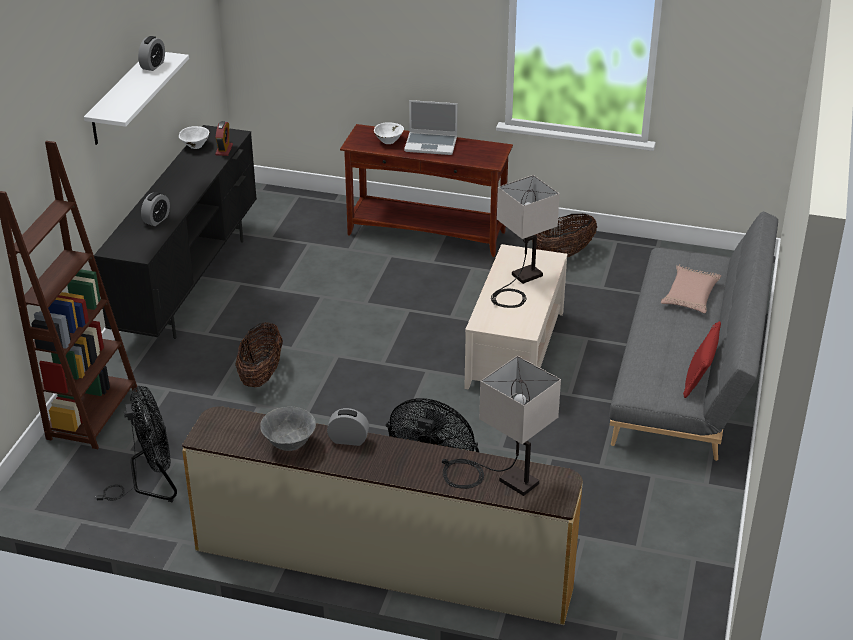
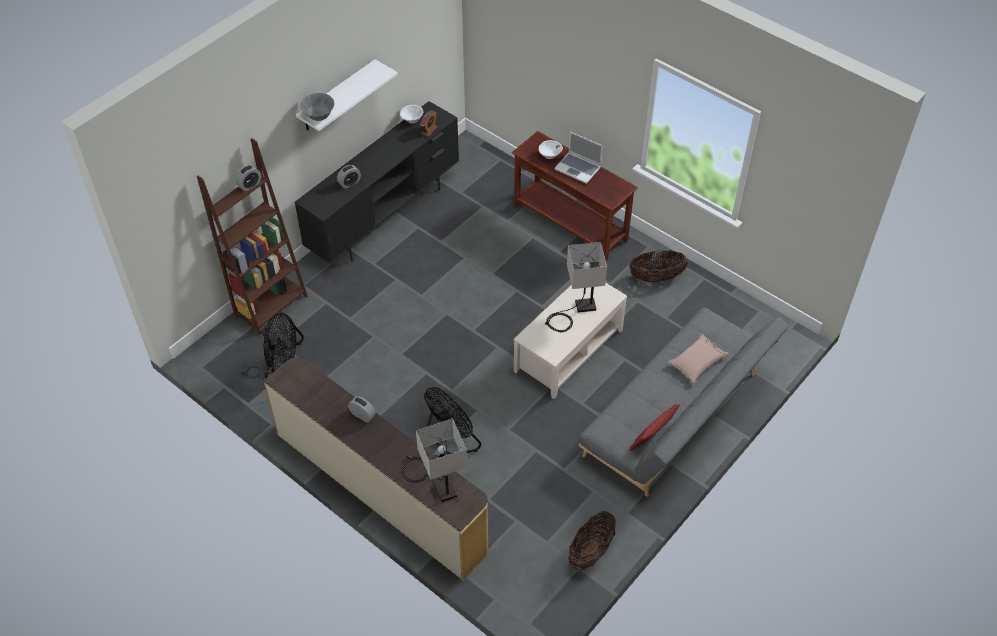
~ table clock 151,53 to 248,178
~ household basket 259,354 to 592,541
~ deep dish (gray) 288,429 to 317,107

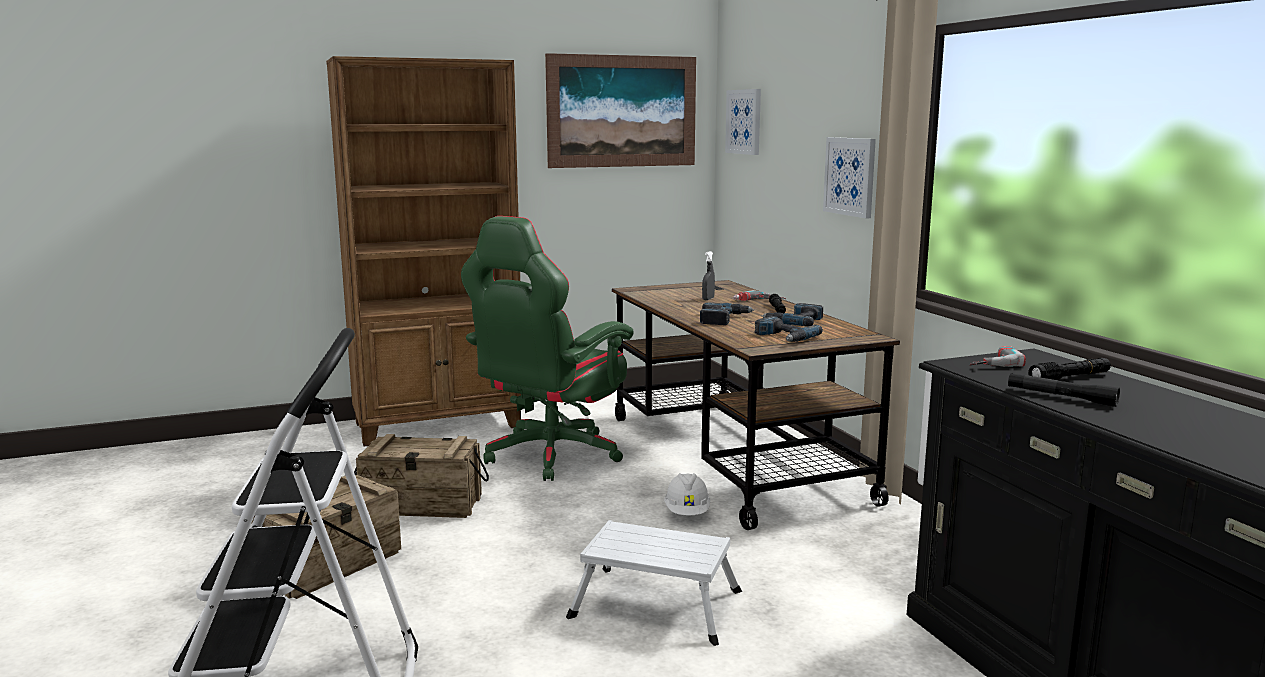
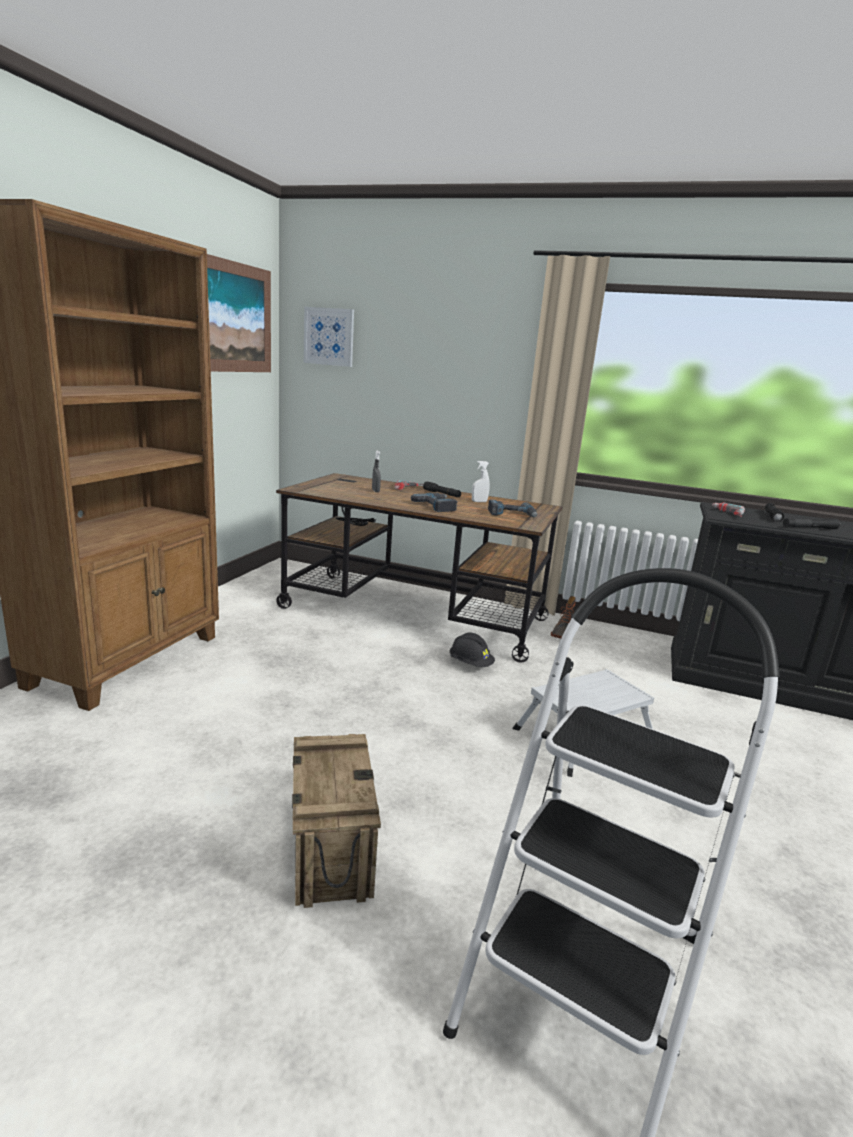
- packing crate 421,476
- desk chair (green-coloured) 547,348
- wall picture 849,177
+ tall boot 563,617
~ electric drill 792,315 to hand sprayer (white-coloured) 481,481
~ work helmet (white-coloured) 687,494 to work helmet (blackish) 472,649

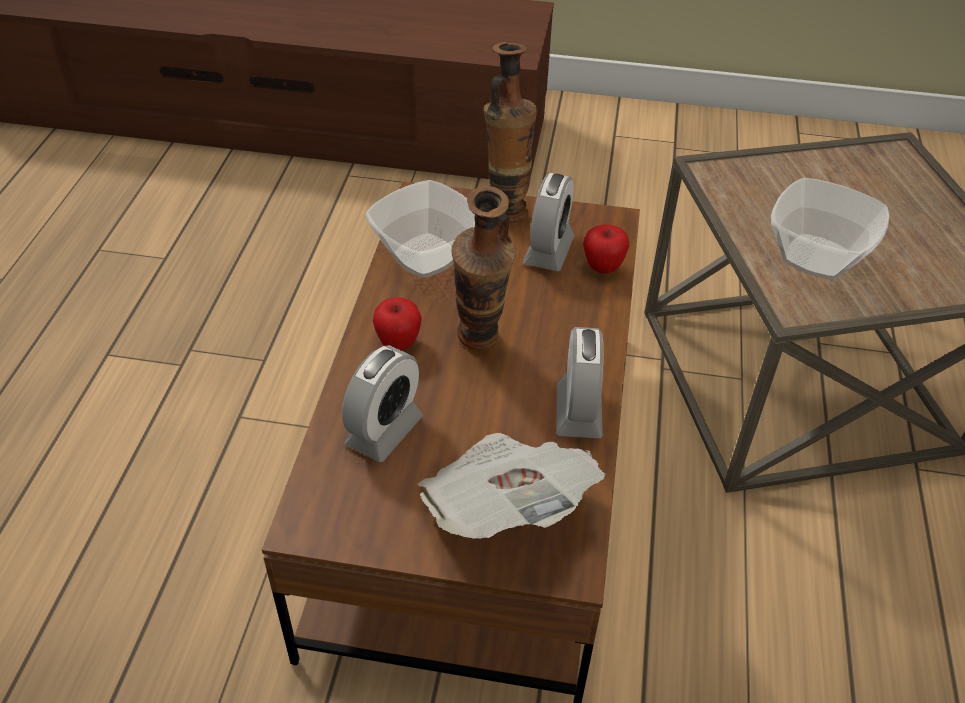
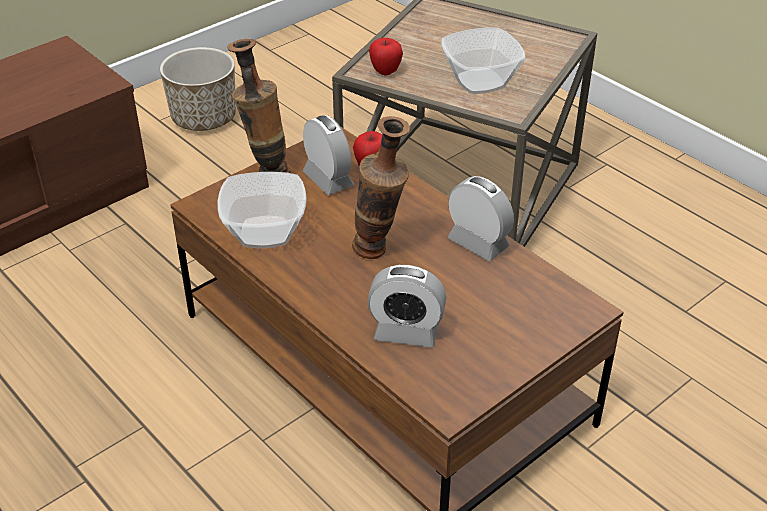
- printed paper 511,486
+ flower pot 198,89
~ apple 397,324 to 386,56
~ table clock 382,403 = 406,306 120 degrees clockwise

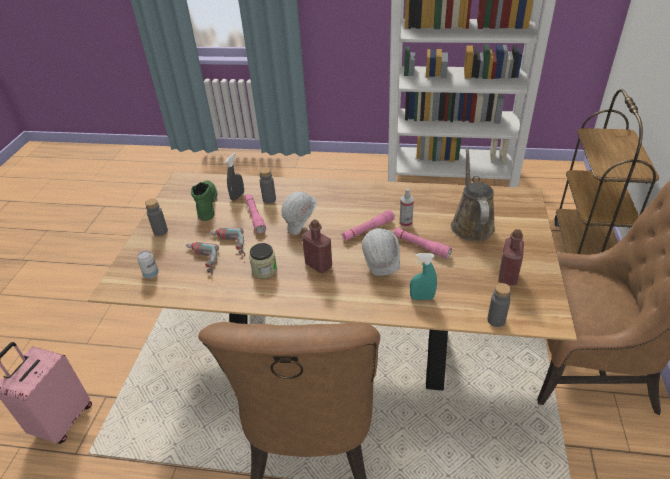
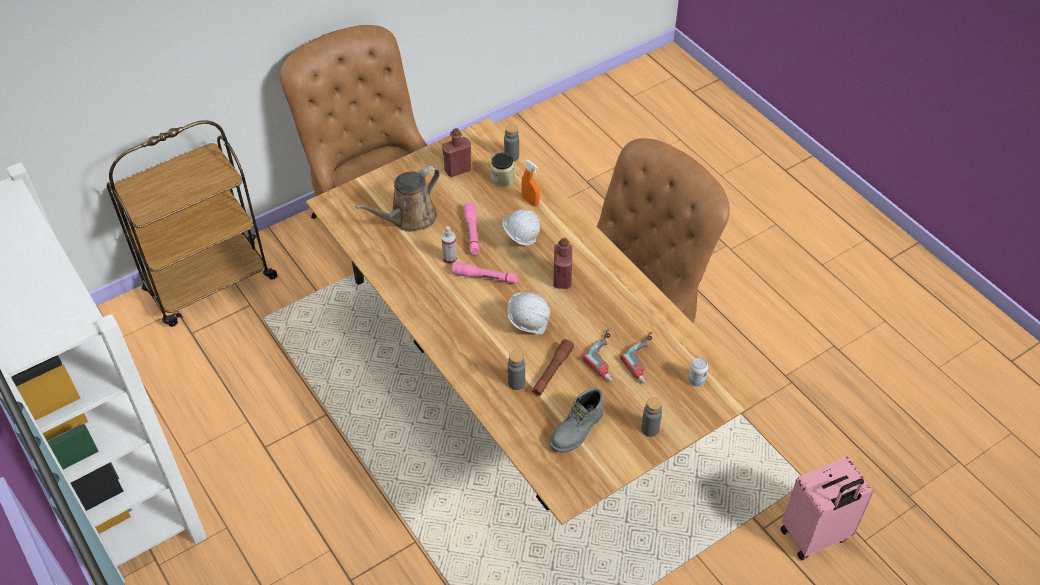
- hand sprayer (gray) 234,177
~ preserve jar 263,261 to 502,169
~ tall boot (green-coloured) 204,201 to tall boot (gray) 576,420
~ torch (pinkish) 255,214 to torch (brown) 553,368
~ hand sprayer (blue-green) 423,276 to hand sprayer (orange-coloured) 530,183

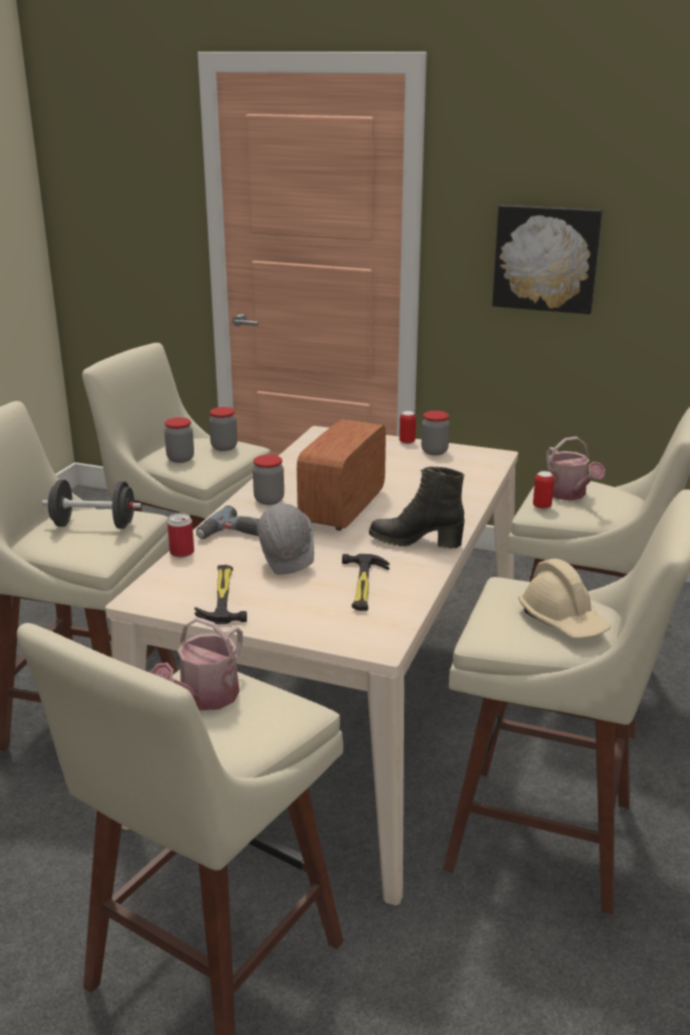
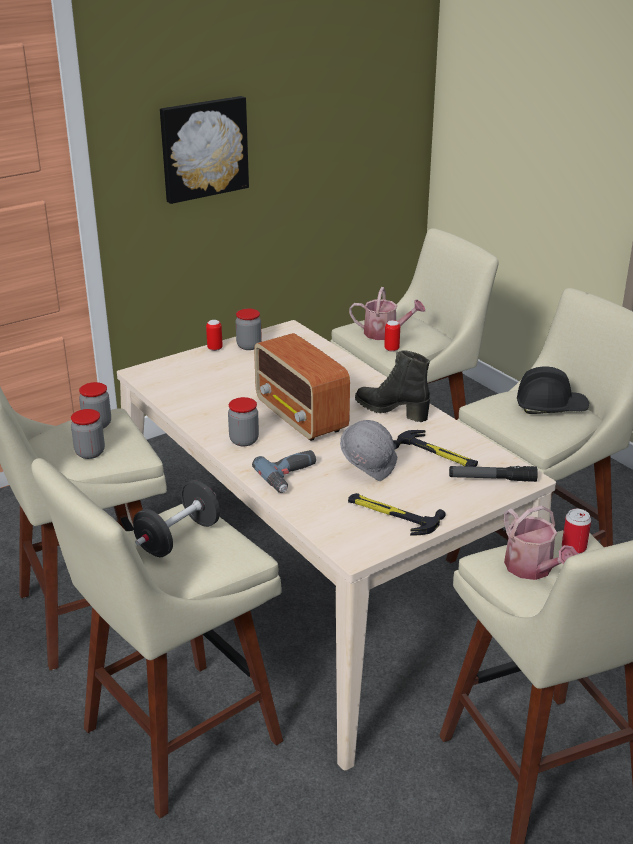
+ torch 493,474
~ can 180,535 to 576,531
~ work helmet (beige) 564,598 to work helmet (blackish) 553,390
~ tall boot (blackish) 416,507 = 392,386 75 degrees clockwise

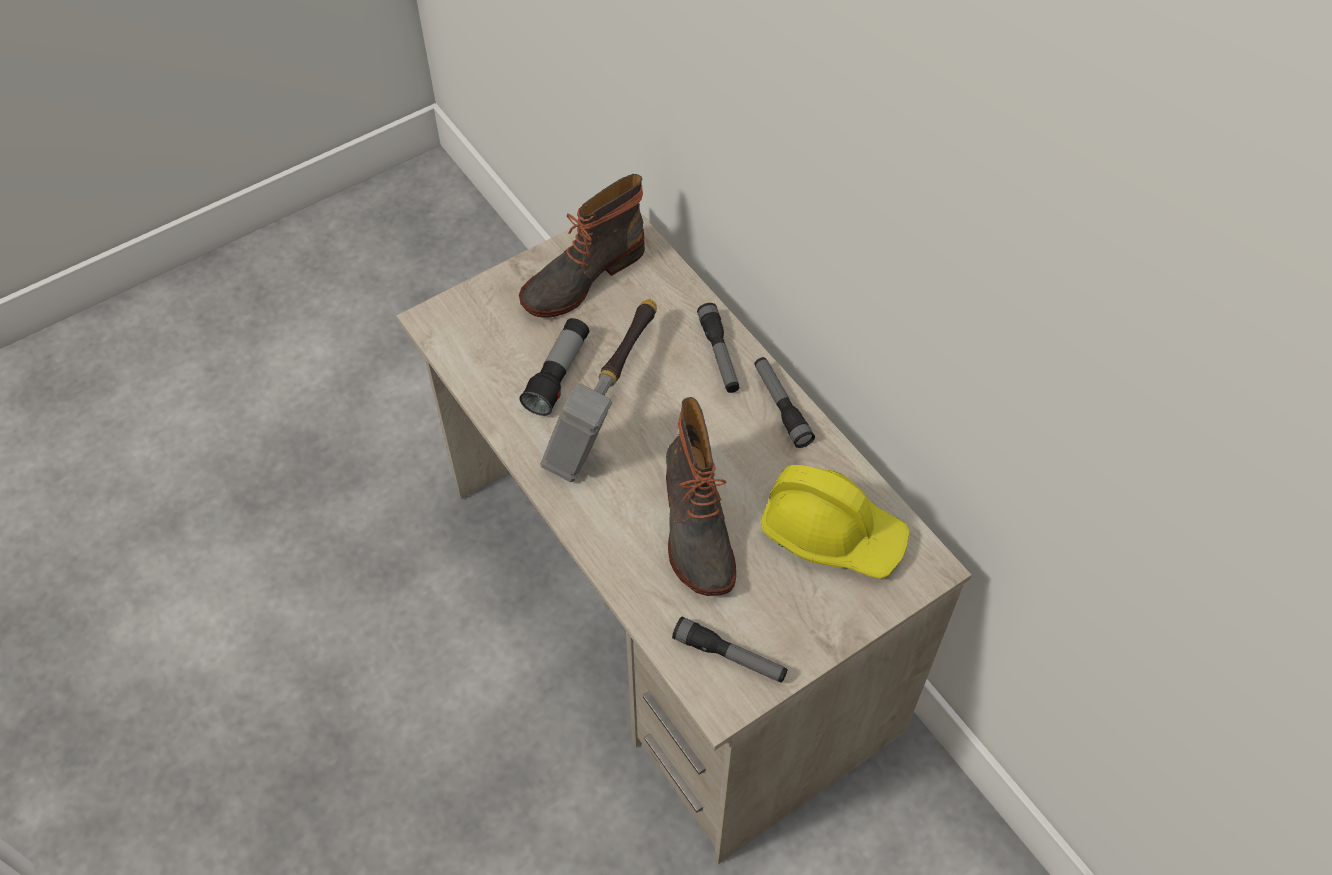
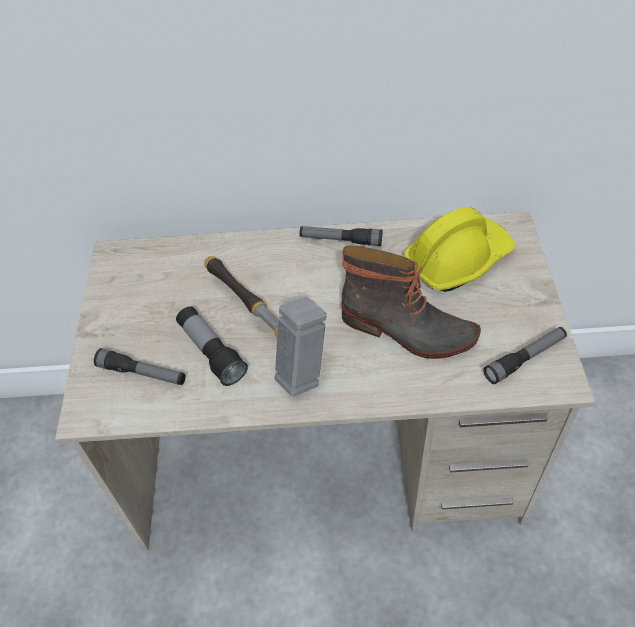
- tall boot 582,246
~ torch 718,348 to 140,366

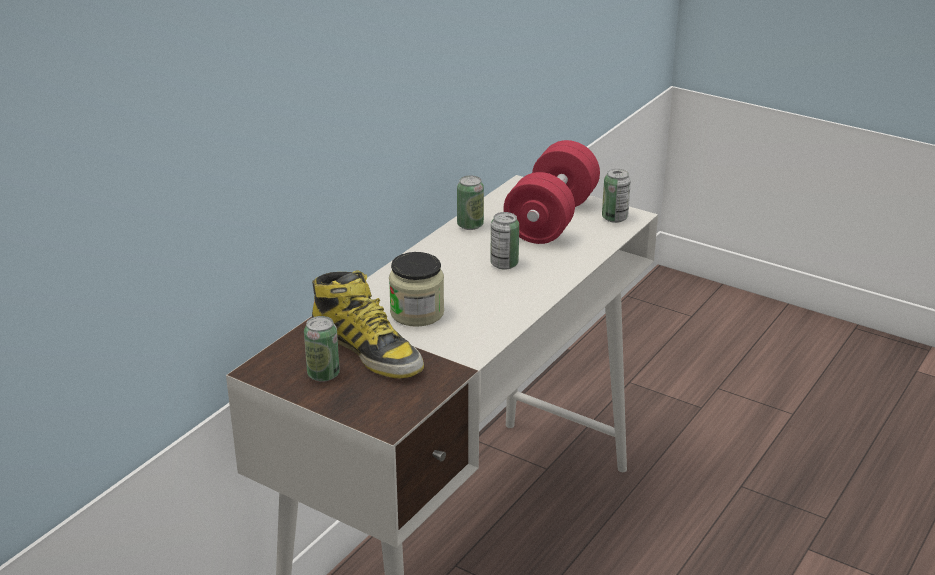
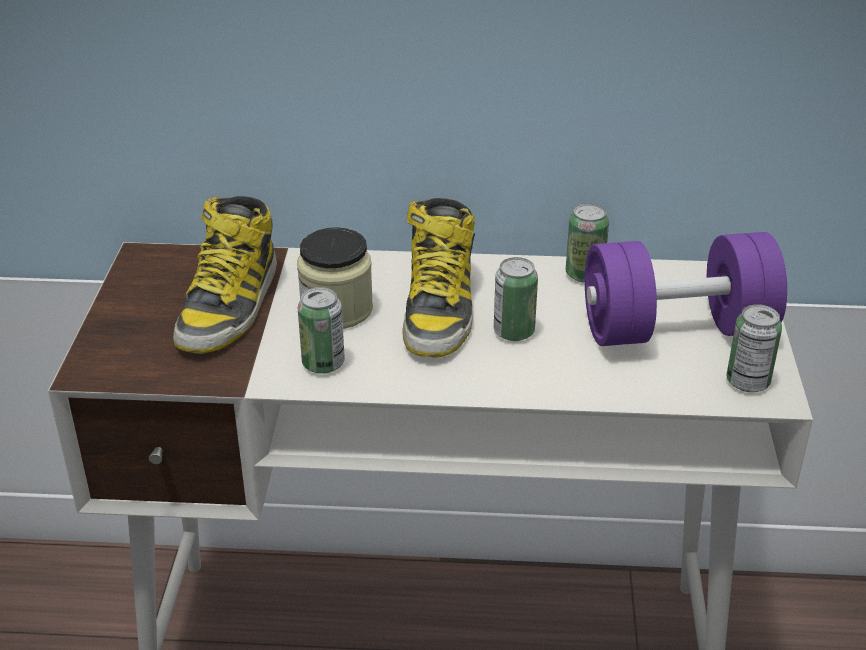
+ tall boot 438,278
~ can 322,349 to 321,330
~ free weight (red) 551,192 to free weight (purple) 686,289

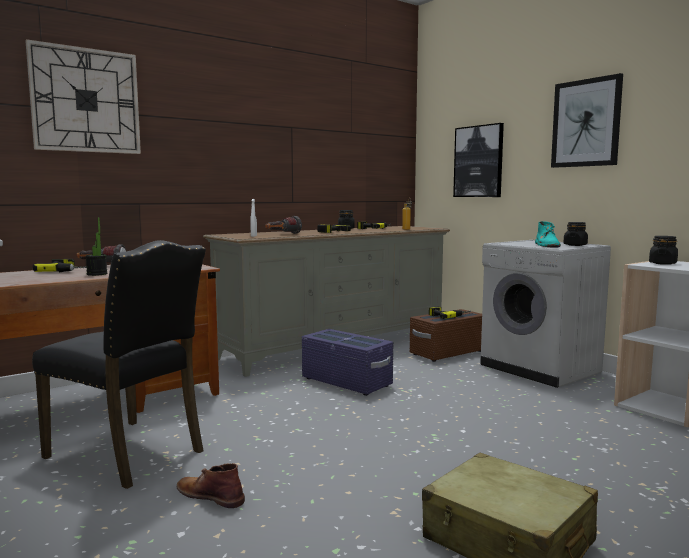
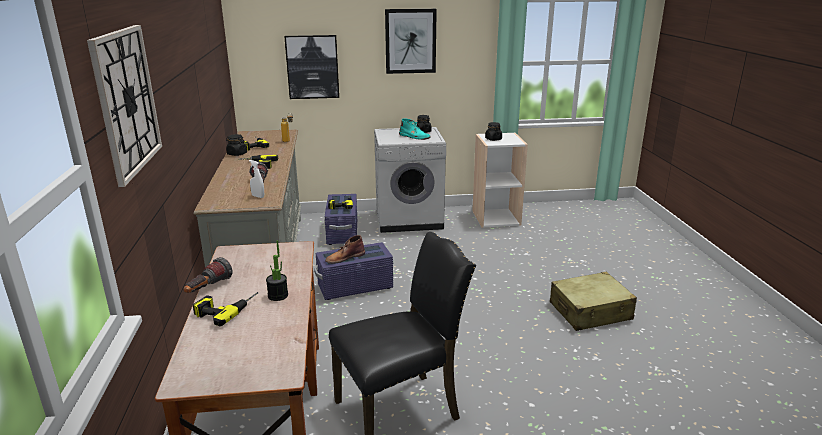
~ tall boot (brown) 211,485 to 345,249
~ storage container (brown) 446,335 to storage container (purple) 341,219

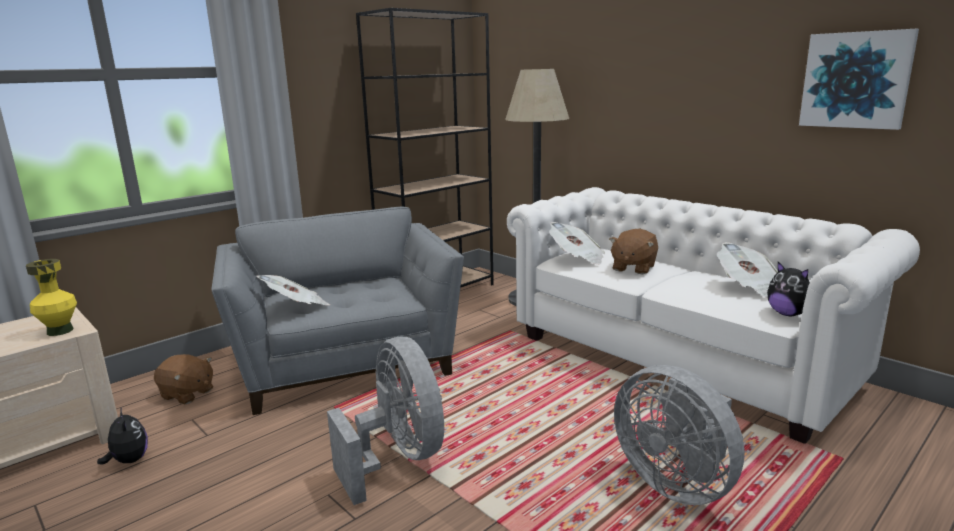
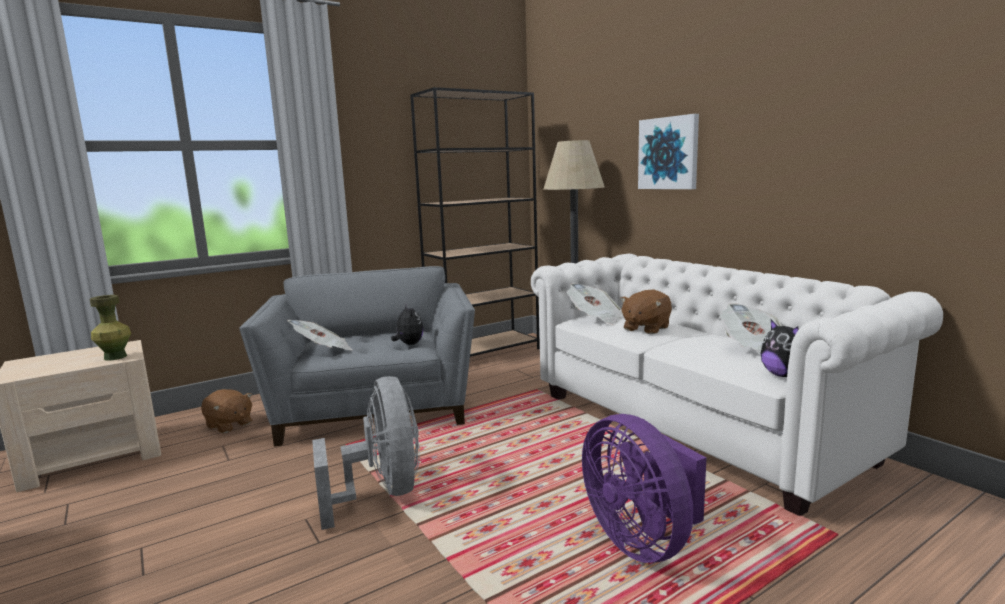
~ cuddly toy 122,435 to 407,325
~ wall picture 859,79 to 668,151
~ vase (yellow) 51,297 to vase (green-coloured) 110,328
~ electric fan (gray) 679,435 to electric fan (purple) 644,488

